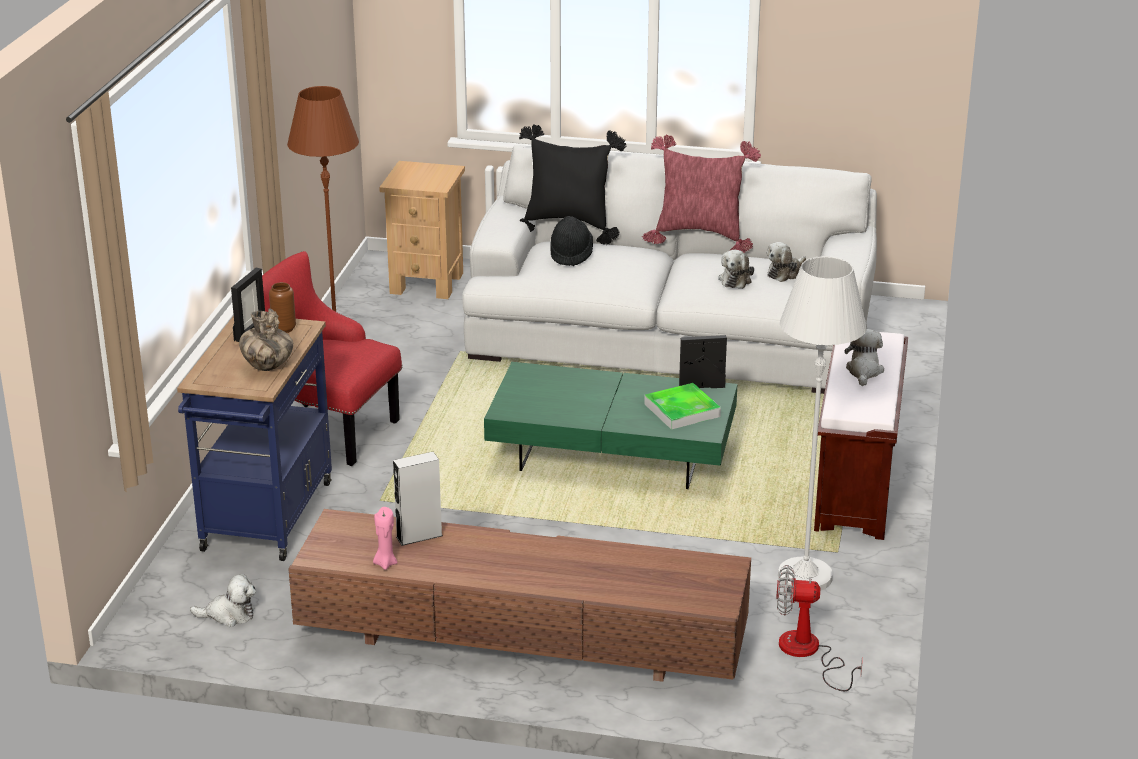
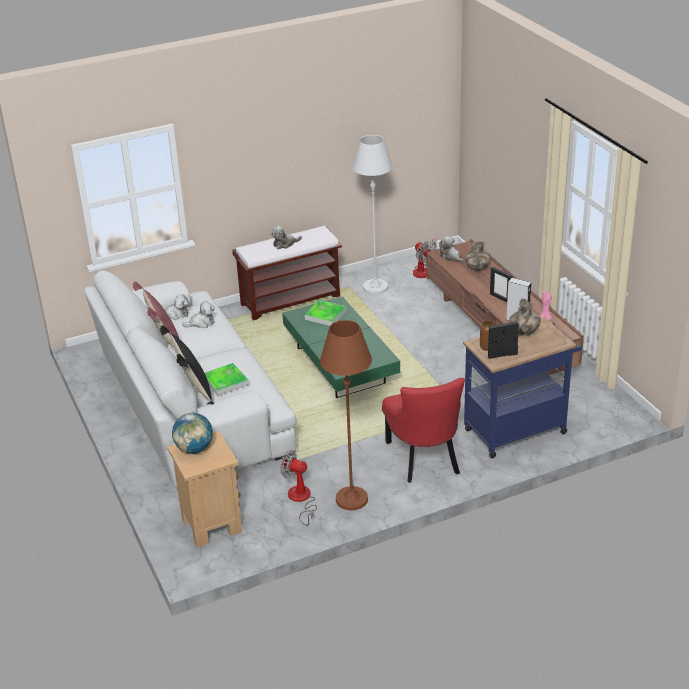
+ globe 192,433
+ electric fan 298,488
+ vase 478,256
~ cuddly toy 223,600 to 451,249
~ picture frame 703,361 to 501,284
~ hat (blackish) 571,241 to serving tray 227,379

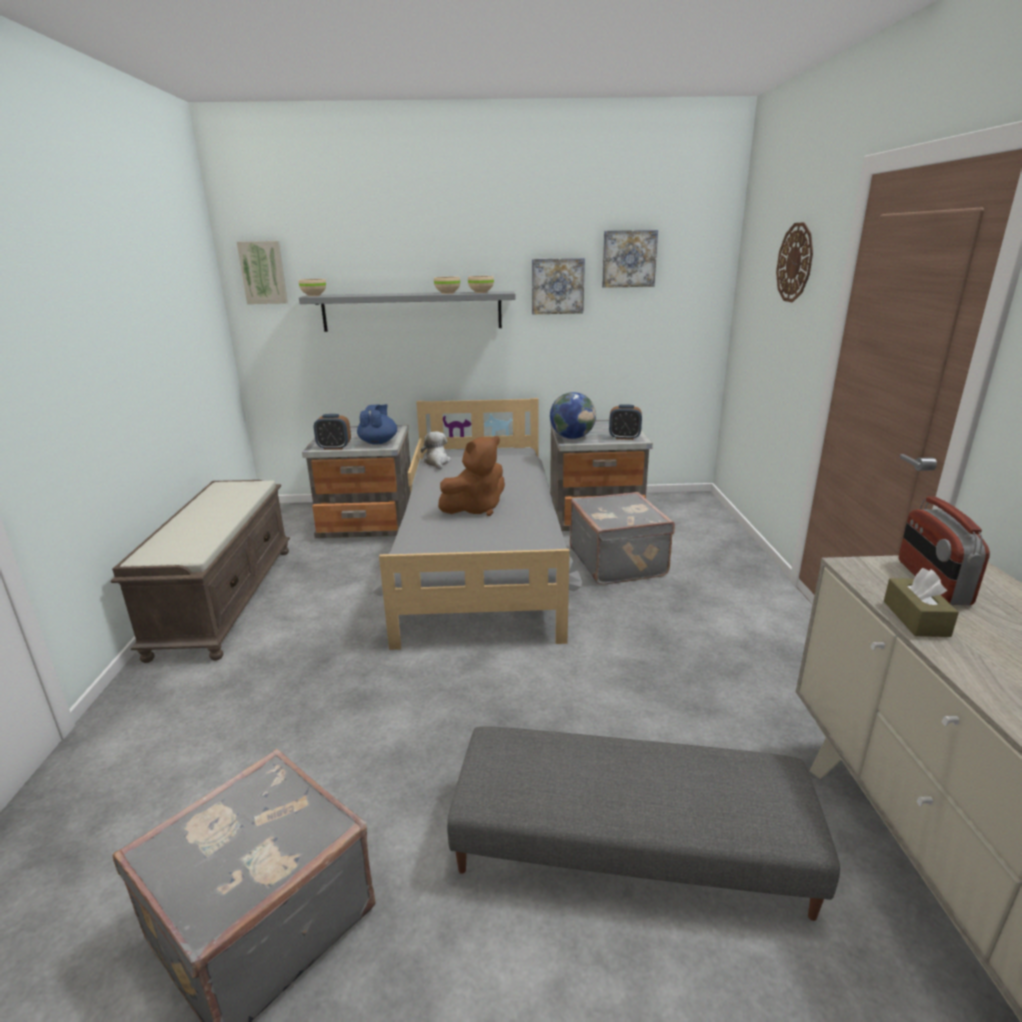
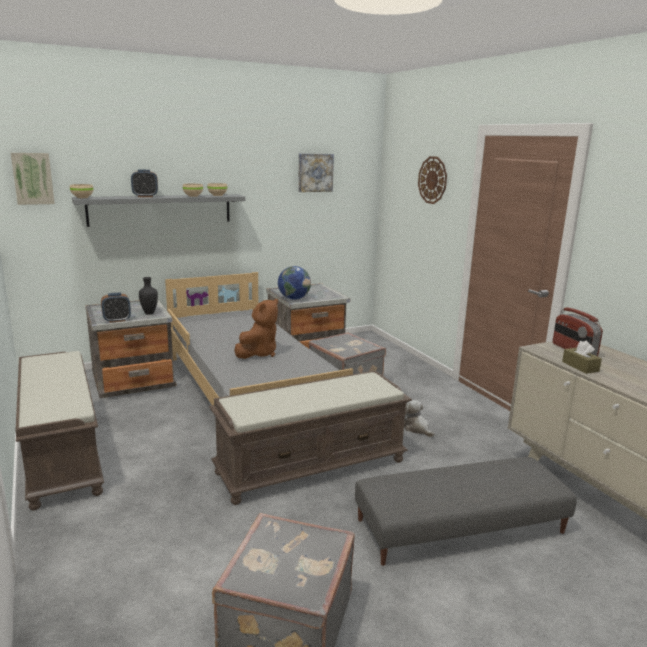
- wall picture 558,286
+ indoor bench (brown) 310,438
~ cuddly toy 436,450 to 419,418
~ table clock 625,422 to 144,183
~ teapot (blue) 377,424 to vase (blackish) 148,296

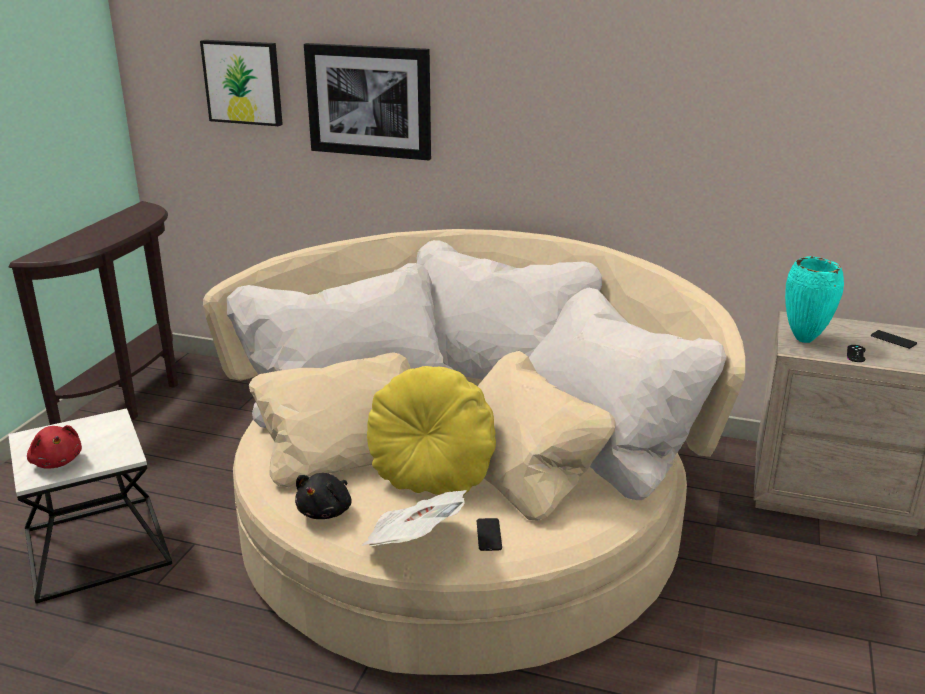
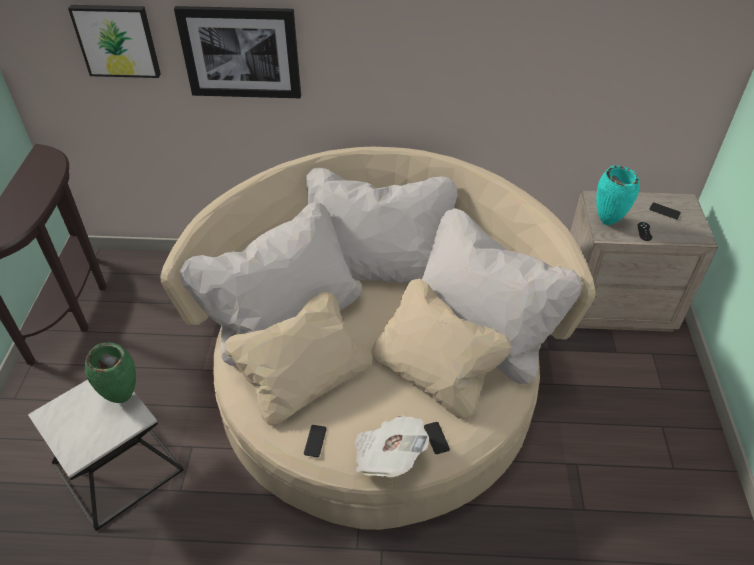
- cuddly toy (red) 54,447
- cushion (yellow) 431,430
+ vase (green-coloured) 110,372
~ cuddly toy (blackish) 323,496 to phone 315,441

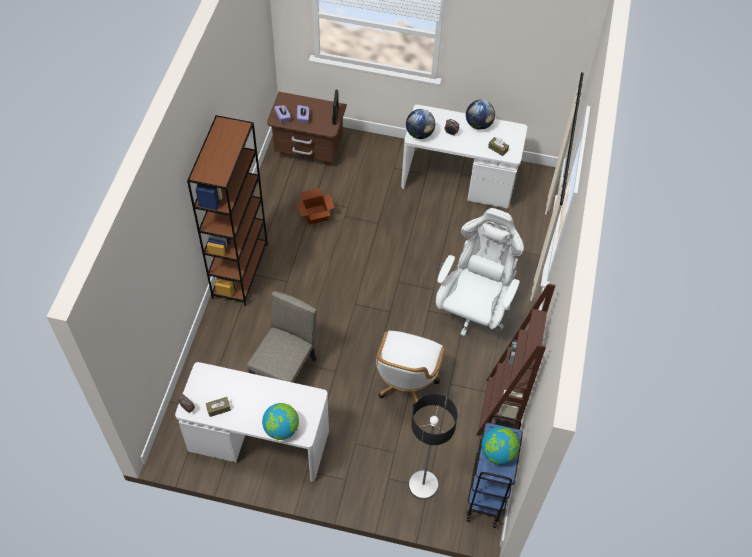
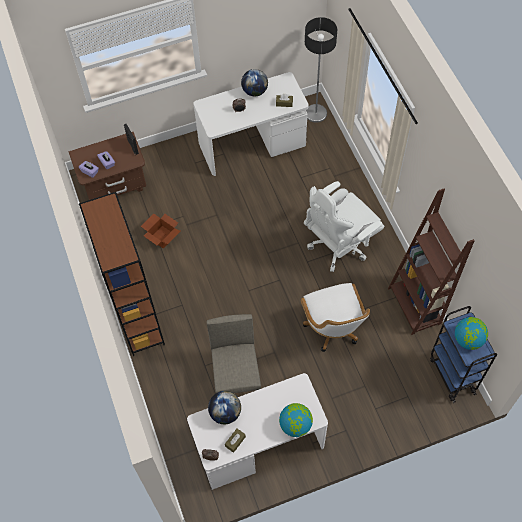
~ globe 420,124 to 224,407
~ floor lamp 433,447 to 321,70
~ desk chair (white-coloured) 480,272 = 344,226 120 degrees counterclockwise

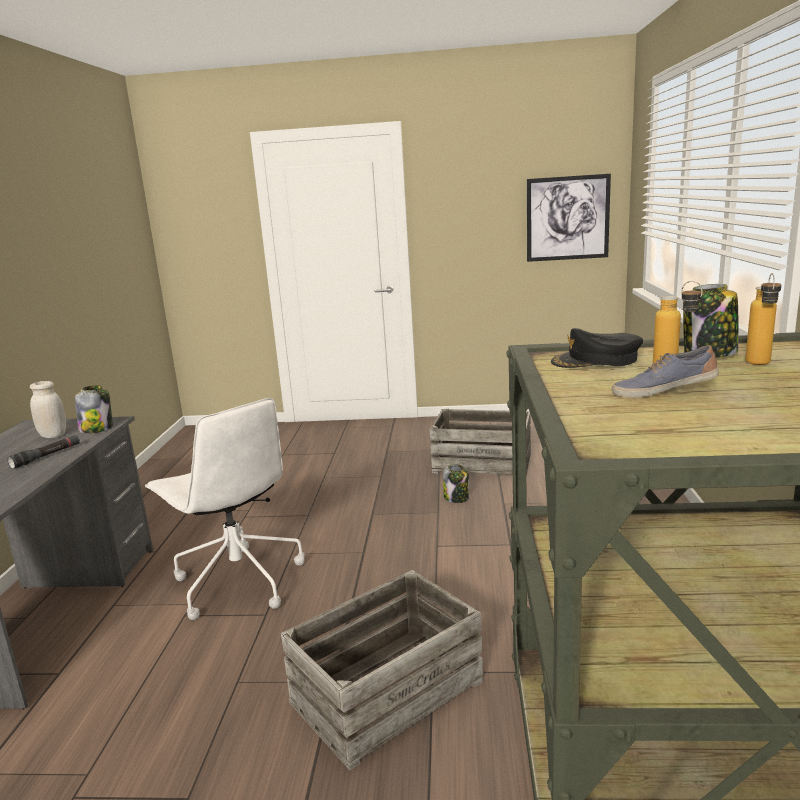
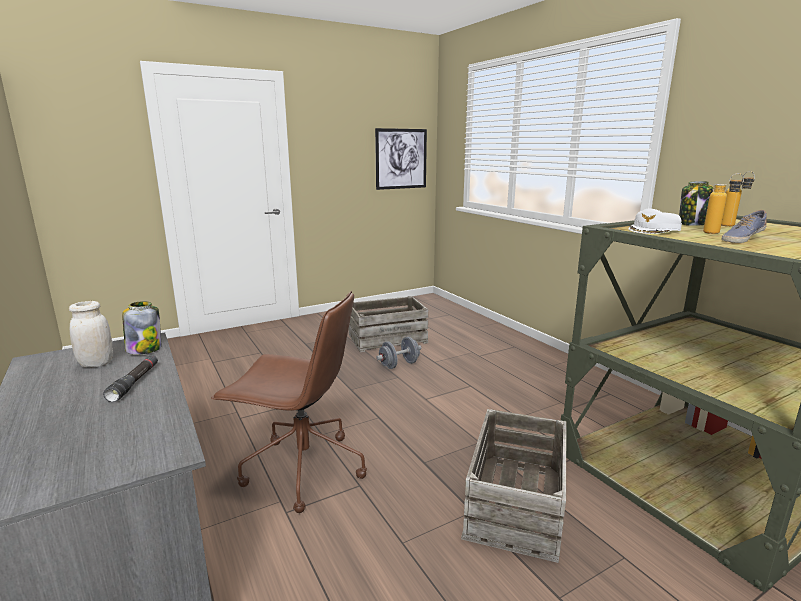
~ preserve jar 456,483 to free weight (gray) 398,353
~ desk chair (white-coloured) 225,509 to desk chair (brown) 289,402
~ peaked cap (blackish) 597,348 to peaked cap (white-coloured) 655,221

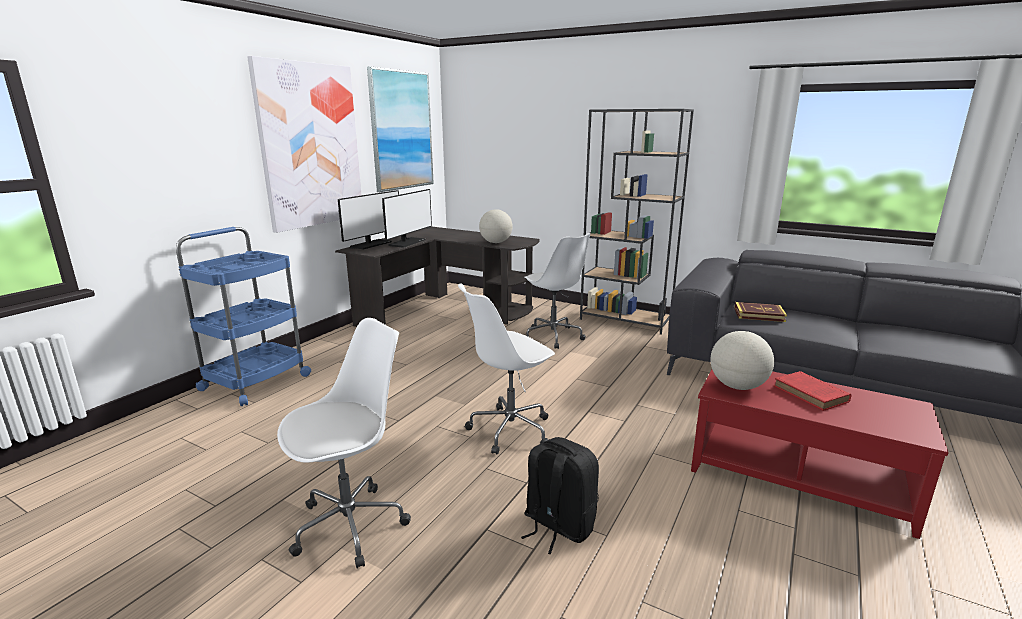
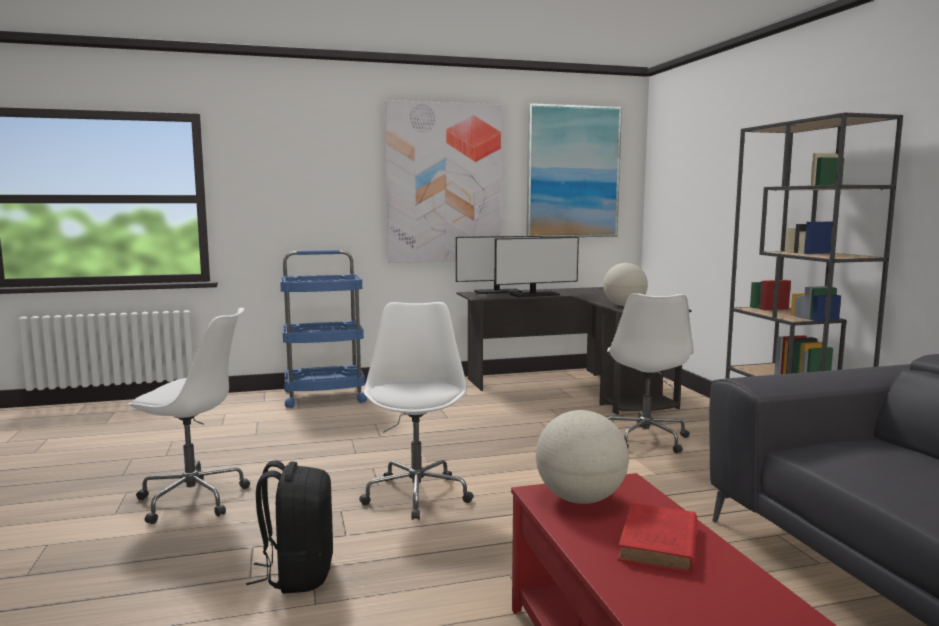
- bound book 760,312
~ desk chair (white-coloured) 506,369 = 416,411 75 degrees clockwise

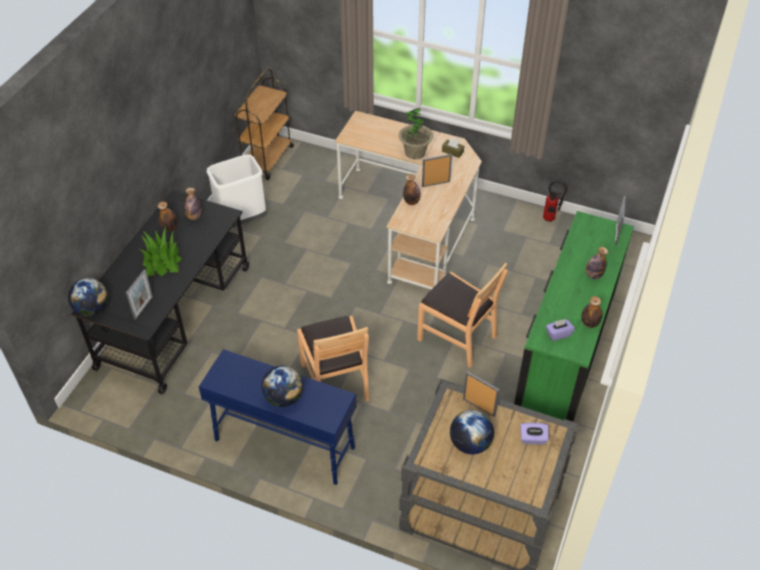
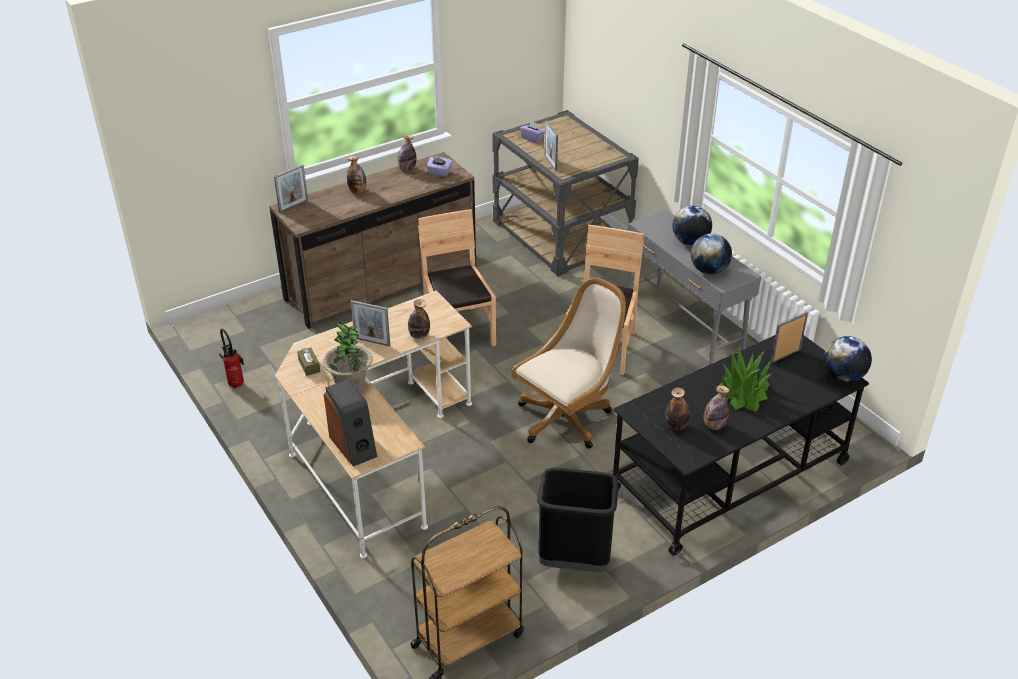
+ loudspeaker 350,423
+ desk chair 568,363
~ globe 472,432 to 711,253
~ console table (blue) 278,417 to console table (gray) 694,287
~ rubbish bin (white-coloured) 236,190 to rubbish bin (blackish) 578,520
~ drawer chest (green-coloured) 574,316 to drawer chest (brown) 372,240

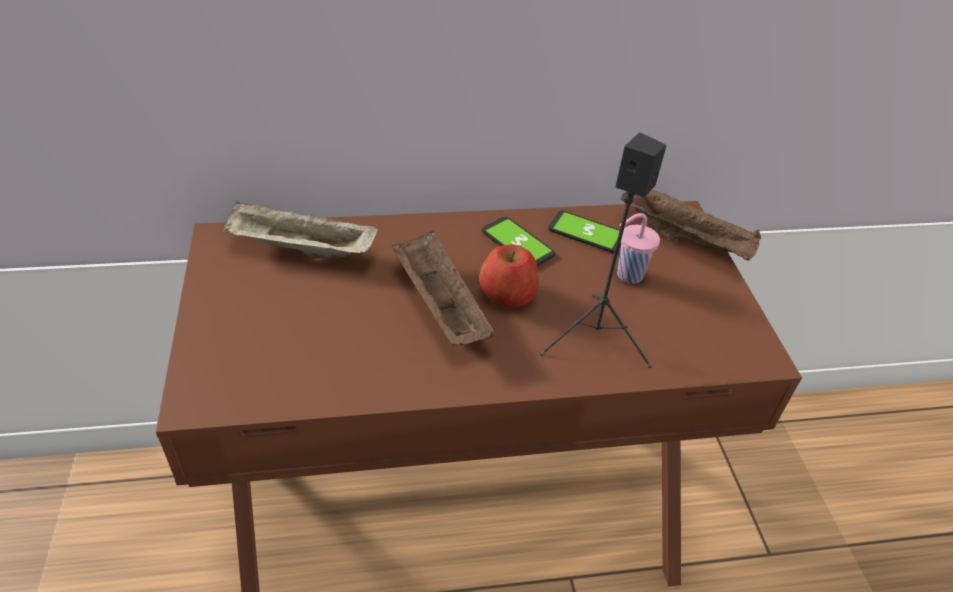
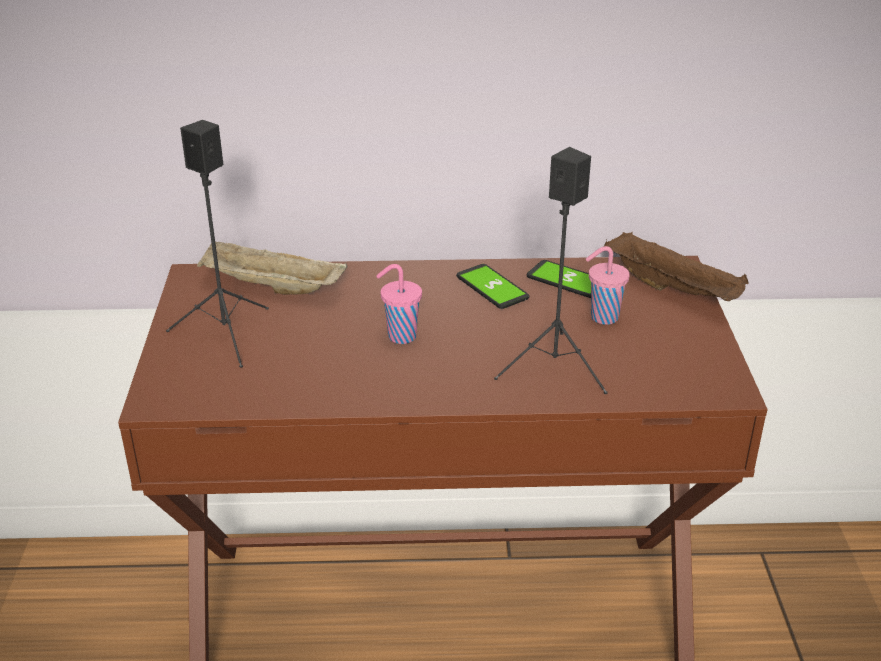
- apple 509,275
+ loudspeaker (blackish) 217,244
~ serving tray (brown) 443,288 to small cup (pinkish) 399,304

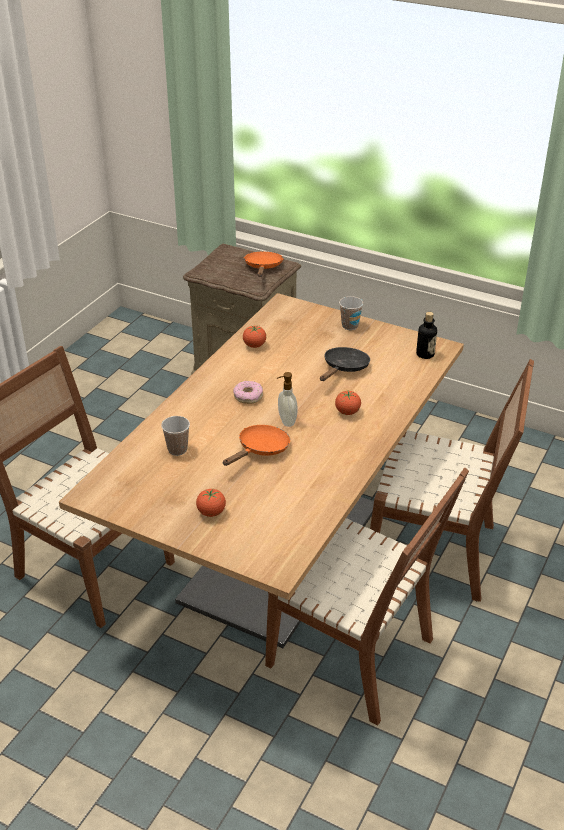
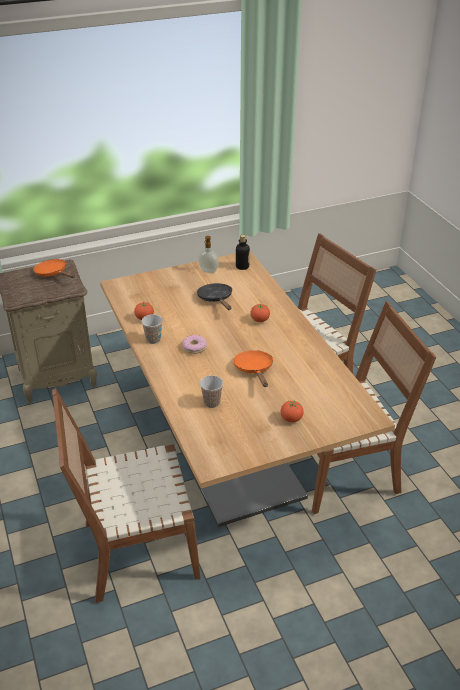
~ soap dispenser 287,399 to 208,254
~ small cup 351,313 to 152,329

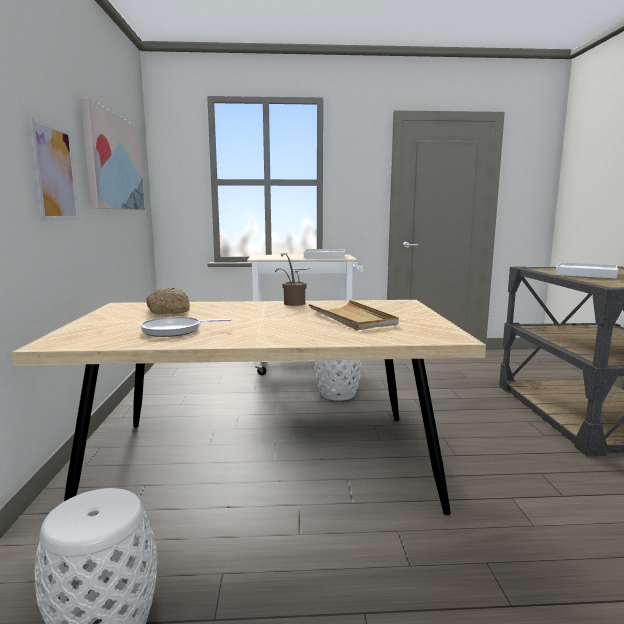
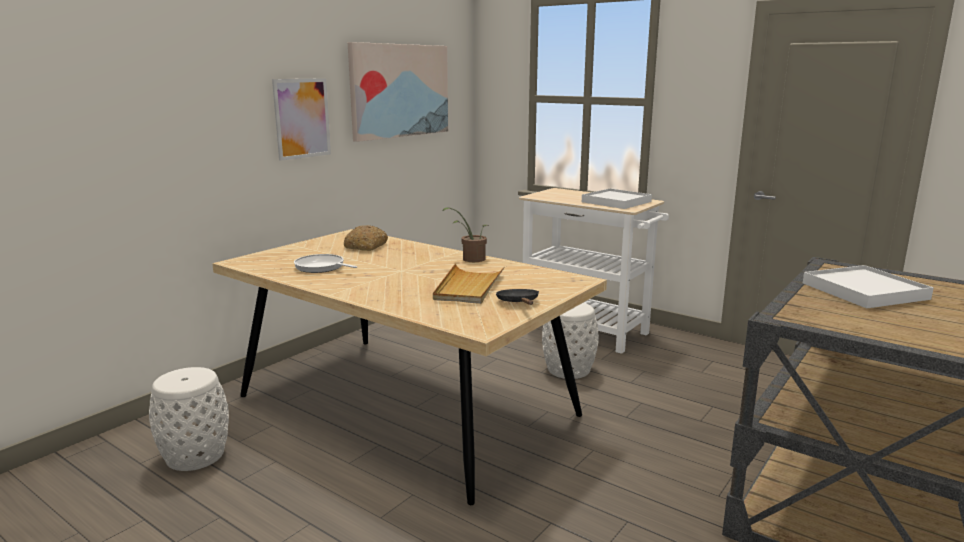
+ pan (blackish) 517,297

